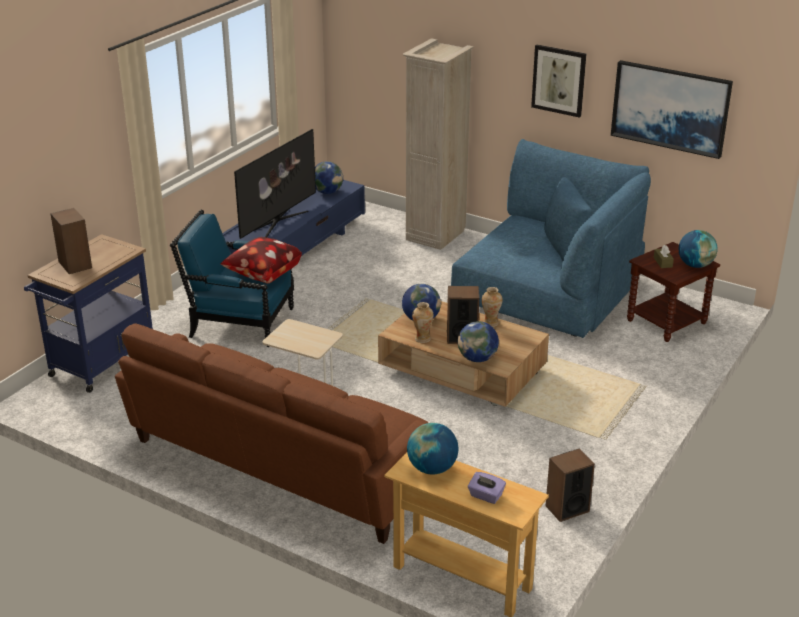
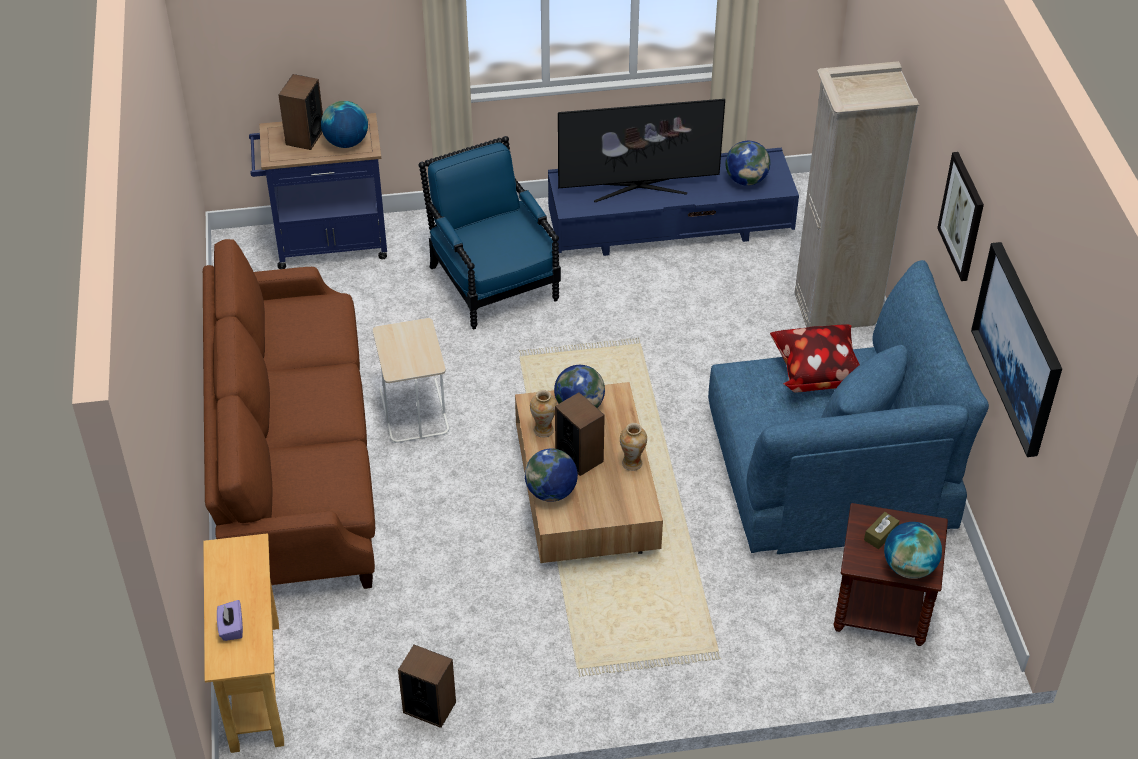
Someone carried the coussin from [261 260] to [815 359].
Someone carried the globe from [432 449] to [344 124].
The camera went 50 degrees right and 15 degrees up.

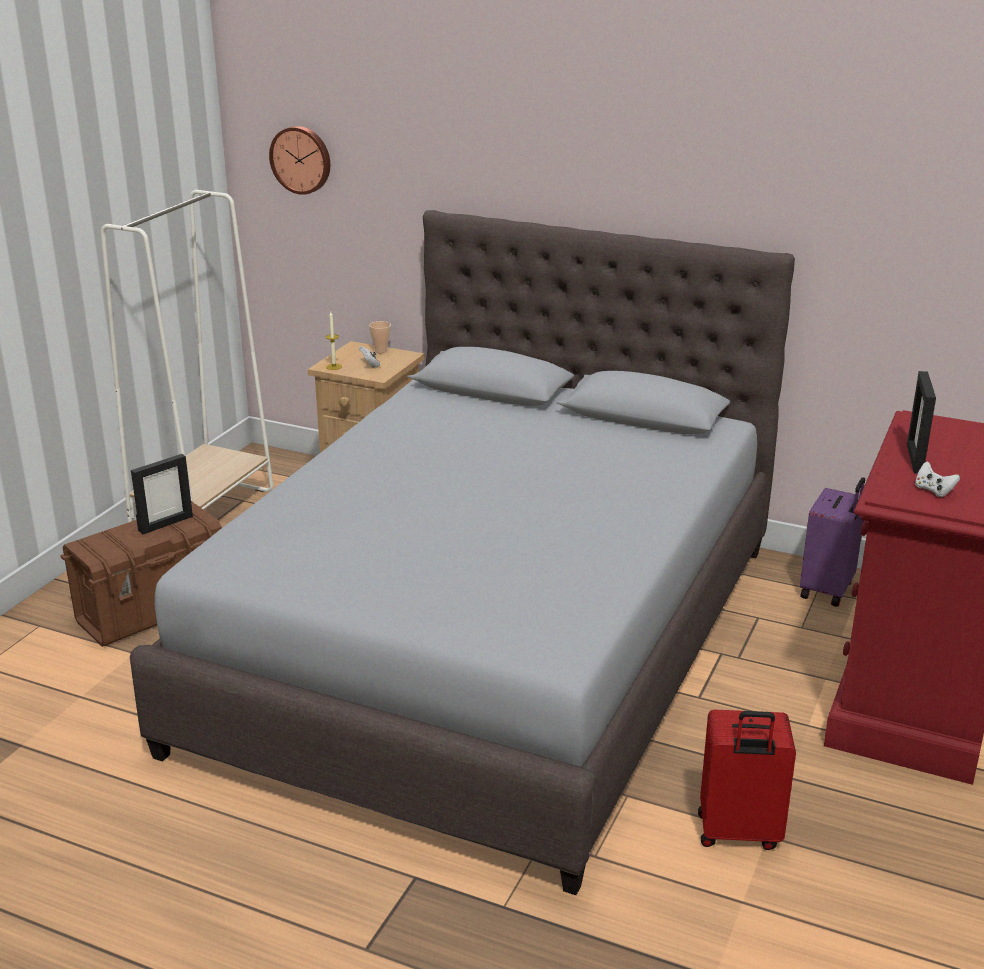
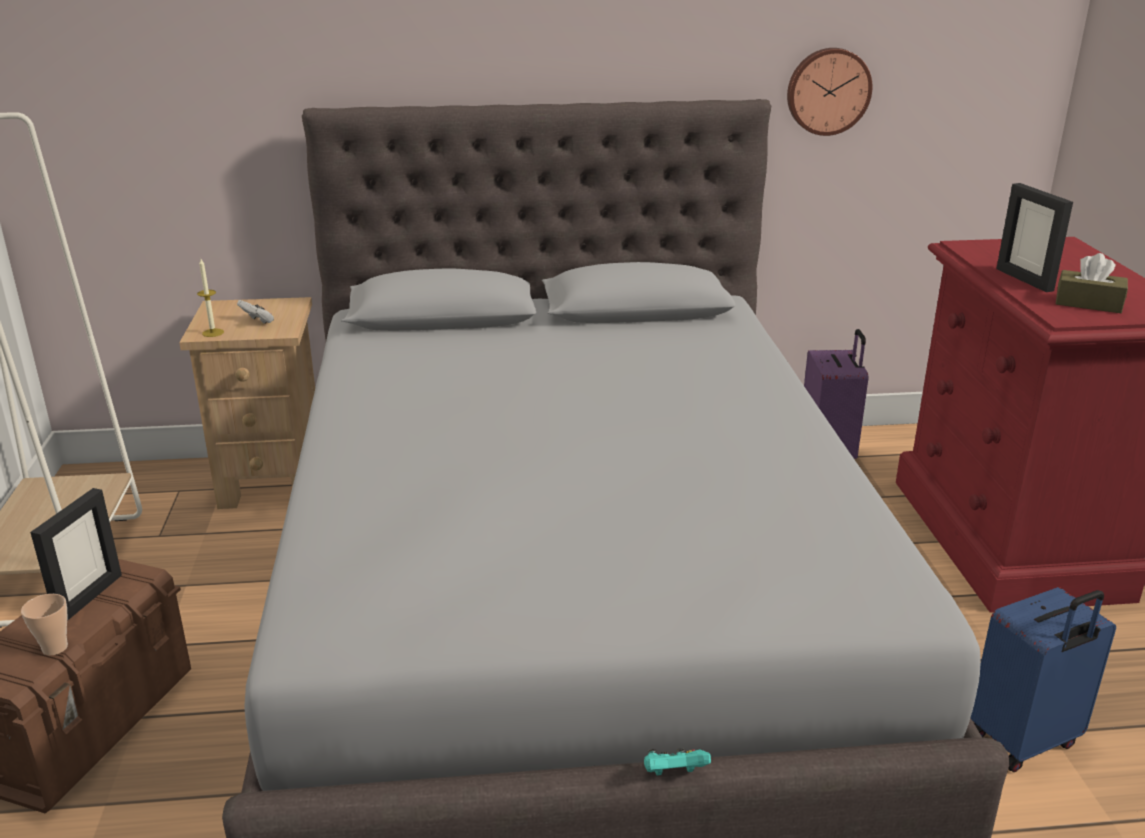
Someone put down the manette/turquoise at [677 762].
Someone carried the horloge murale from [299 160] to [829 92].
Someone carried the tasse from [380 337] to [44 624].
Someone swapped the manette/blanc at [937 479] for the boîte à mouchoirs/marron at [1092 283].
Someone repainted the valise/rouge at [747 780], which became the valise/bleu at [1043 679].
The camera went 30 degrees left and 0 degrees up.

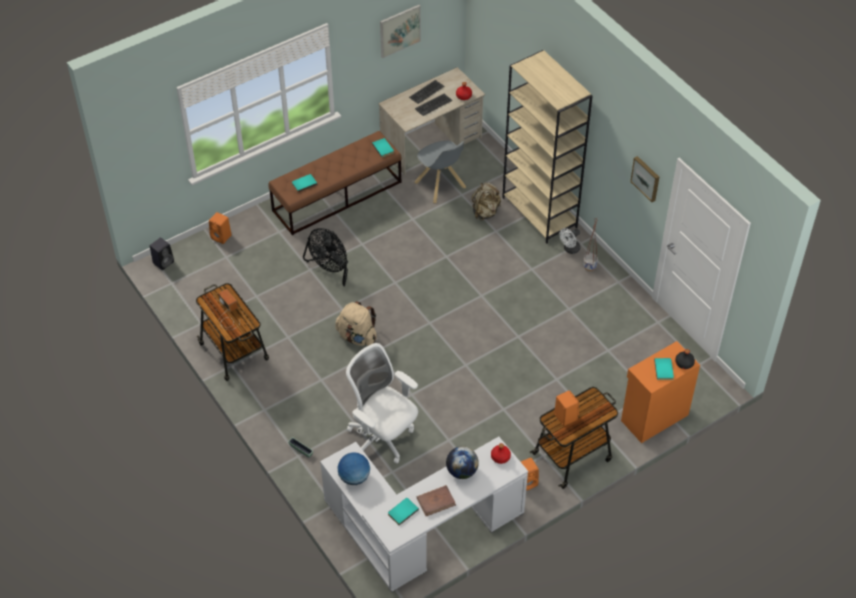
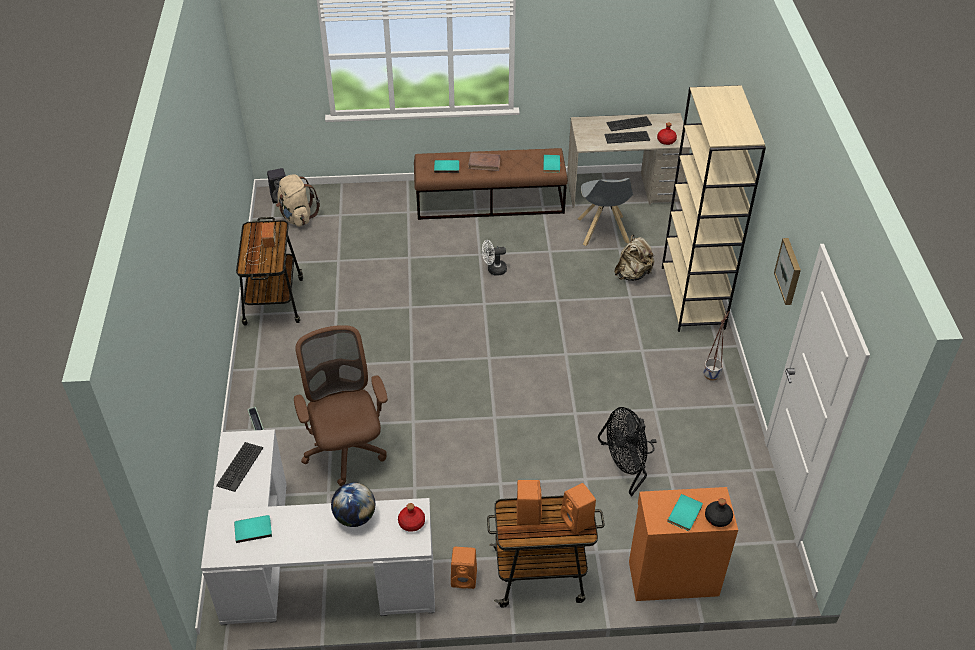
Someone took away the tableau at [400 31].
Someone carried the enceinte/orange from [220 228] to [578 508].
Someone carried the ventilateur/noir from [325 257] to [627 451].
Someone carried the sac à dos/beige from [356 323] to [298 200].
Someone carried the livre/marron from [436 500] to [484 162].
Someone carried the ventilateur/blanc from [570 241] to [494 258].
Someone swapped the globe at [353 468] for the clavier at [239 467].
Someone repainted the chaise de bureau/blanc at [382 403], which became the chaise de bureau/marron at [341 405].
The camera went 30 degrees right and 5 degrees down.

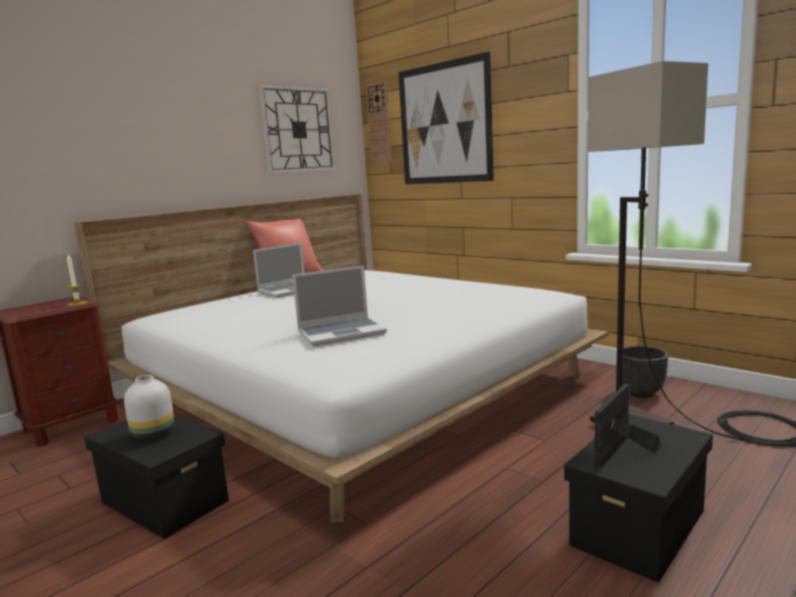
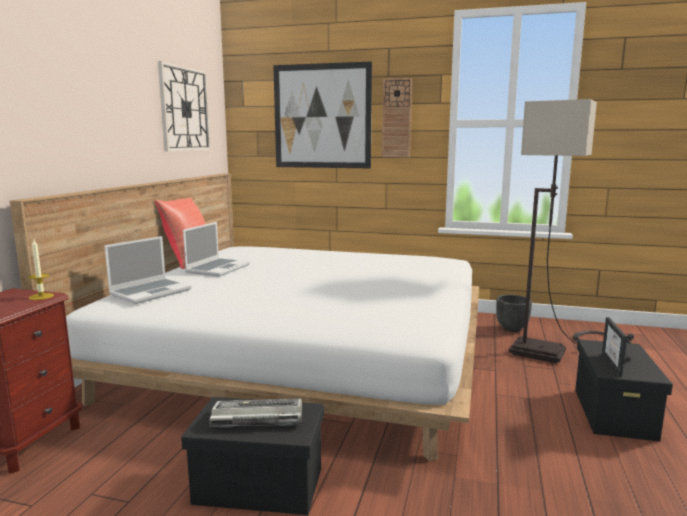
Someone carried the ordinateur portable from [339 306] to [147 270].
Someone carried the horloge murale from [379 122] to [397 117].
Someone swapped the vase/blanc at [149 407] for the clavier at [256 413].
The camera went 30 degrees left and 0 degrees up.

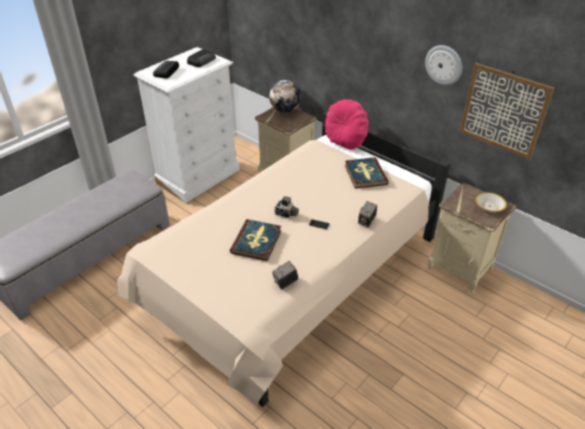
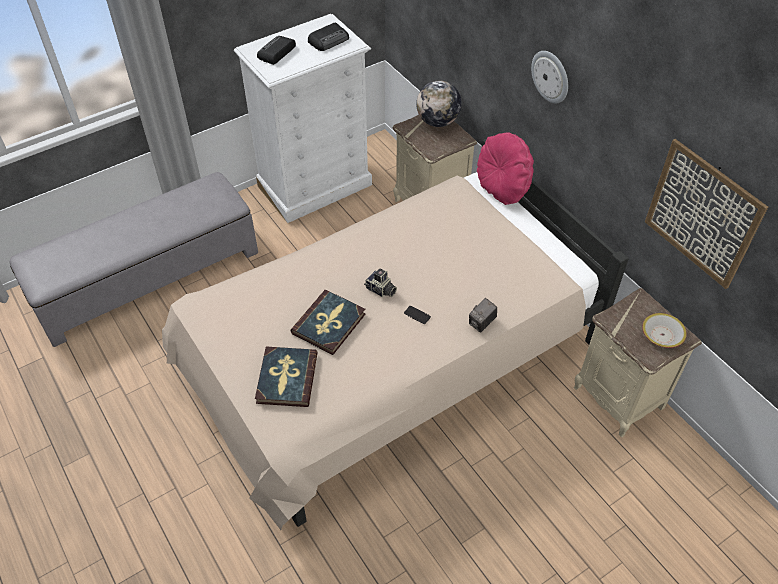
Someone took away the appareil photo at [285 275].
Someone carried the livre from [366 173] to [286 377].
Someone carried the horloge murale from [443 65] to [549 77].
The camera went 15 degrees right and 10 degrees up.

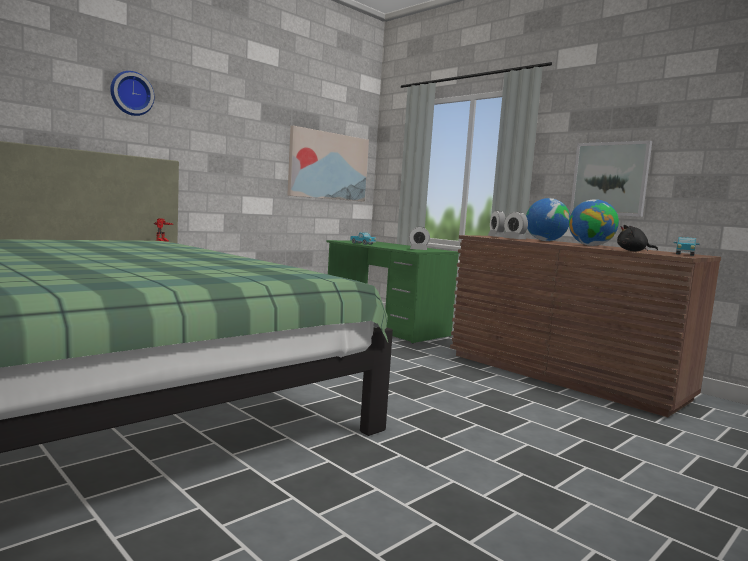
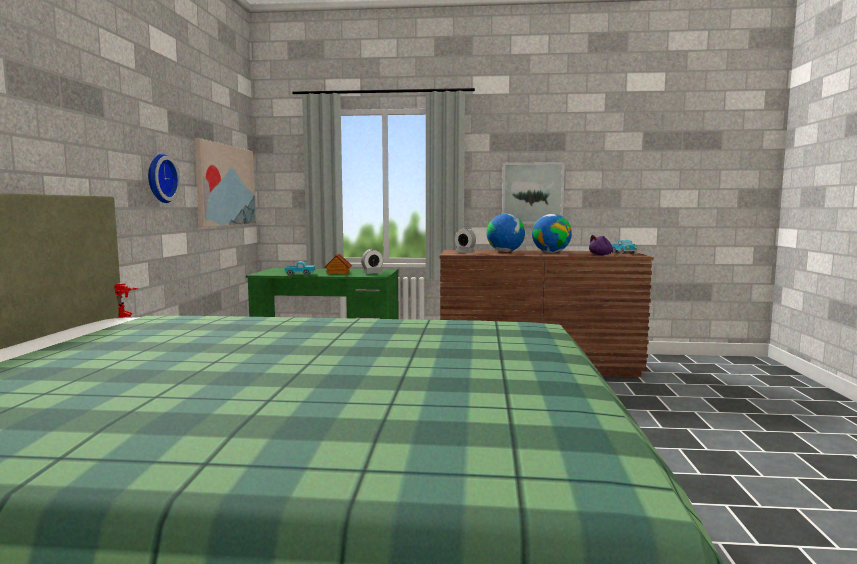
Someone took away the réveil at [515 225].
Someone put down the maison miniature at [338 264].
Someone carried the horloge murale from [132 93] to [164 178].
Someone repainted the peluche/noir at [637 238], which became the peluche/violet at [601 245].
The camera went 40 degrees left and 0 degrees up.

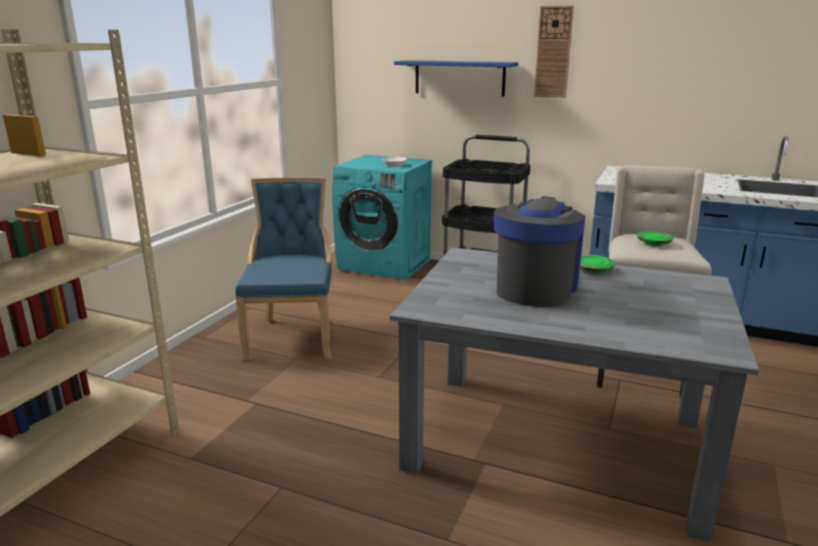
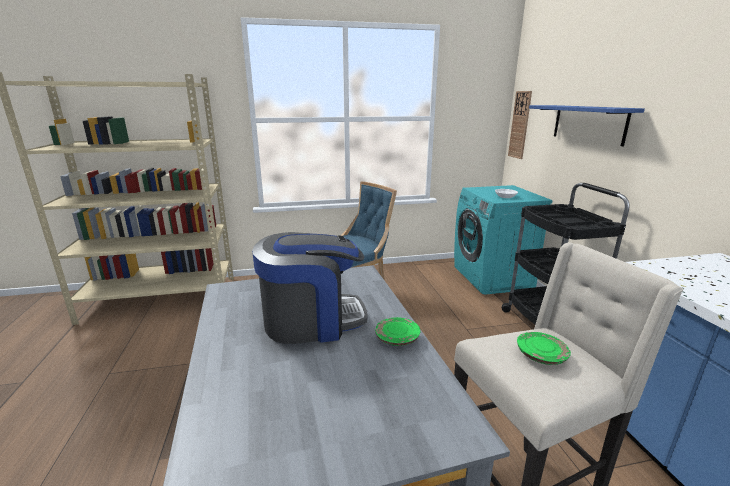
Someone carried the horloge murale from [554 52] to [520 125].
The camera went 55 degrees right and 0 degrees up.

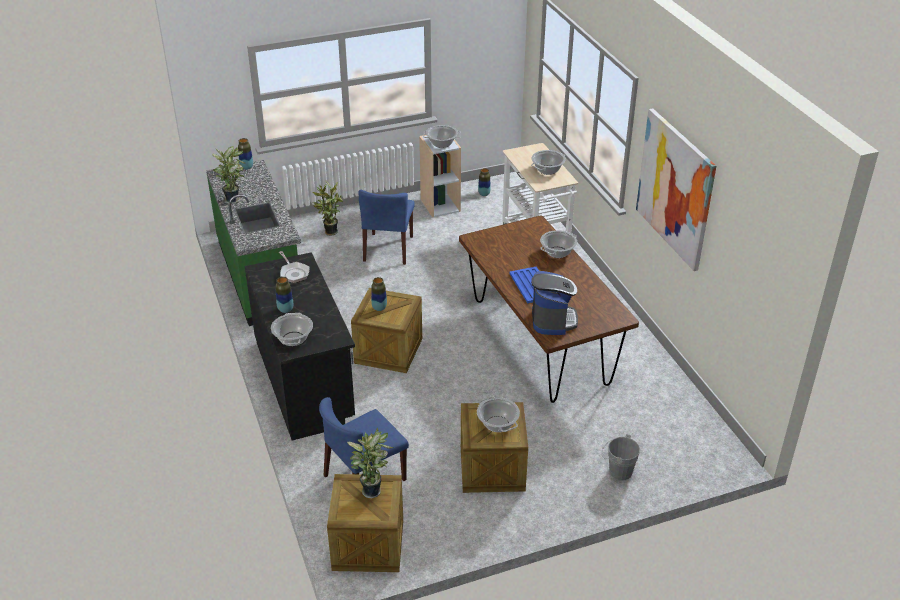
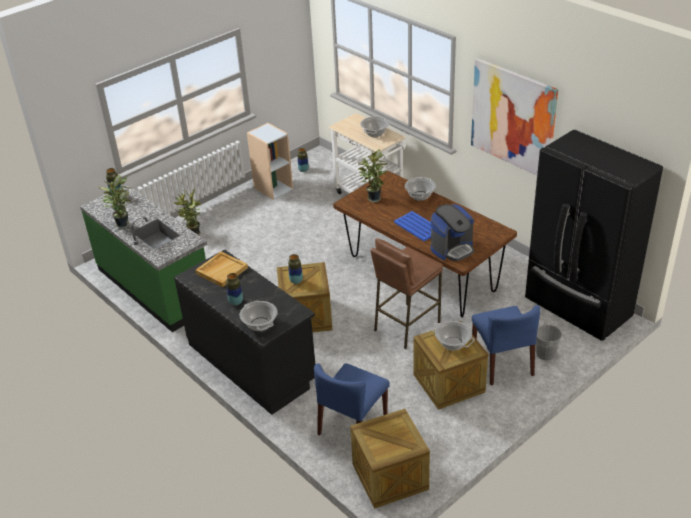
Someone took away the marmite at [442 136].
Someone put down the tabouret/marron at [406 293].
Someone put down the réfrigérateur/noir at [594 235].
Someone carried the plante en pot from [370 463] to [373 175].
Someone carried the chaise/bleu from [387 227] to [506 345].
Someone swapped the poêle at [294 267] for the plateau/beige at [221 269].
Someone rotated the machine à café at [554 303] by 75 degrees clockwise.
The camera went 20 degrees left and 0 degrees up.

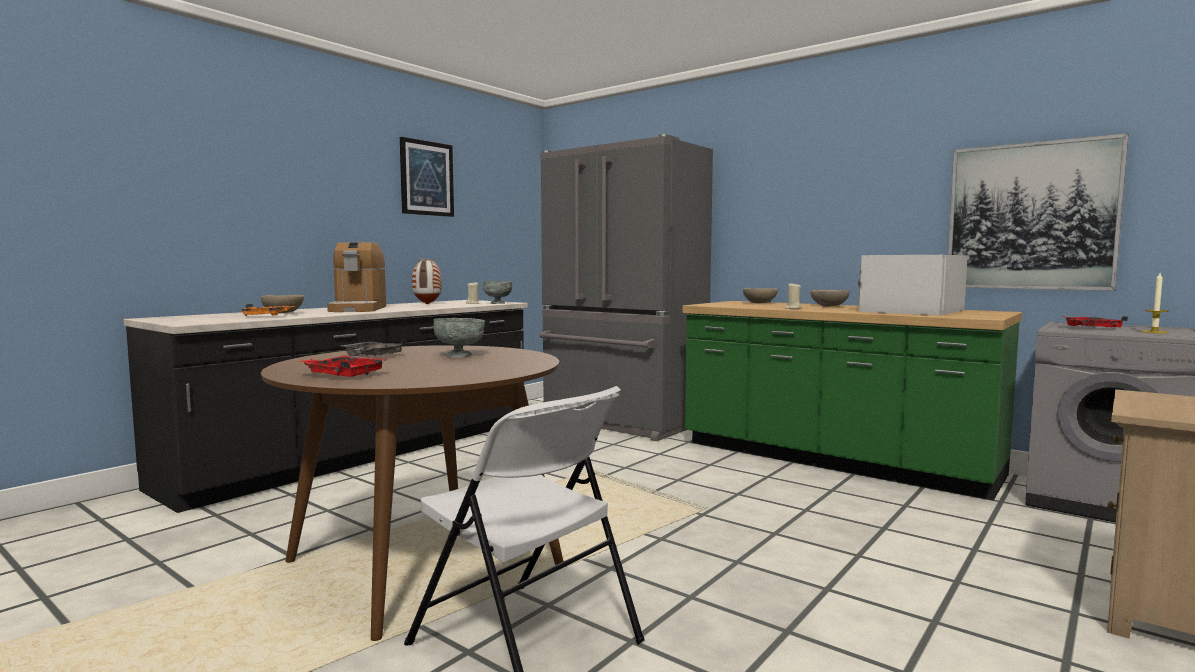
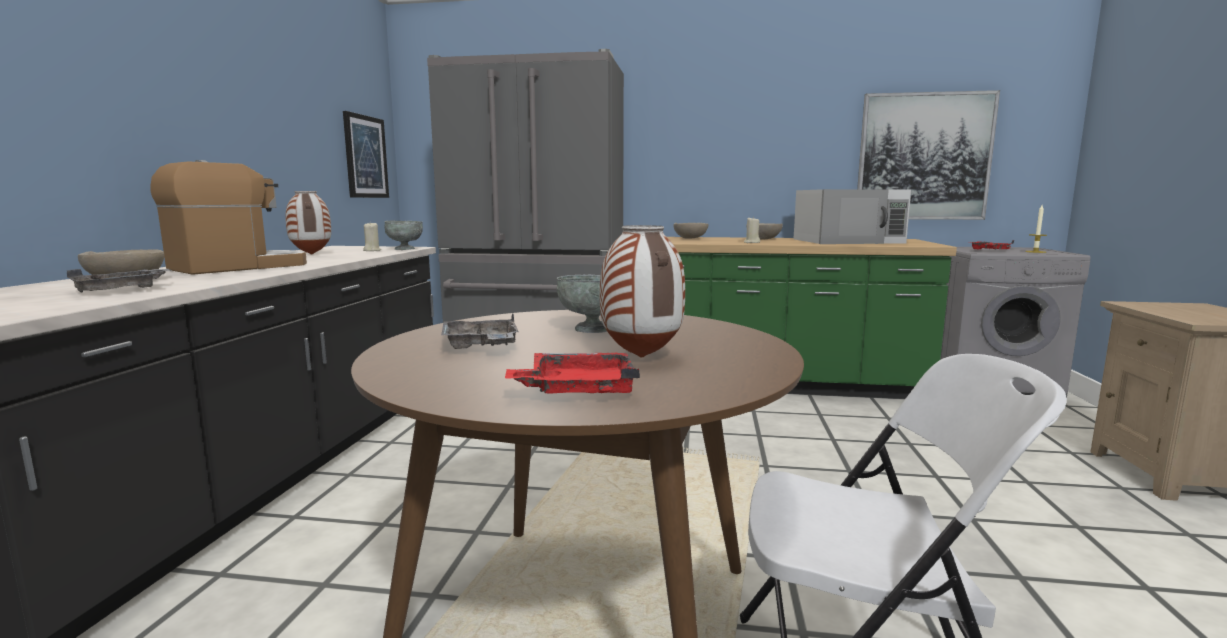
Someone put down the vase at [642 291].
Someone carried the tableau from [427 177] to [366 154].
Someone repainted the plateau/orange at [268 309], which became the plateau/gris at [119 281].
Someone rotated the machine à café at [356 276] by 105 degrees counterclockwise.
Someone rotated the micro-ondes/blanc at [912 285] by 105 degrees counterclockwise.
The camera went 30 degrees left and 5 degrees up.

